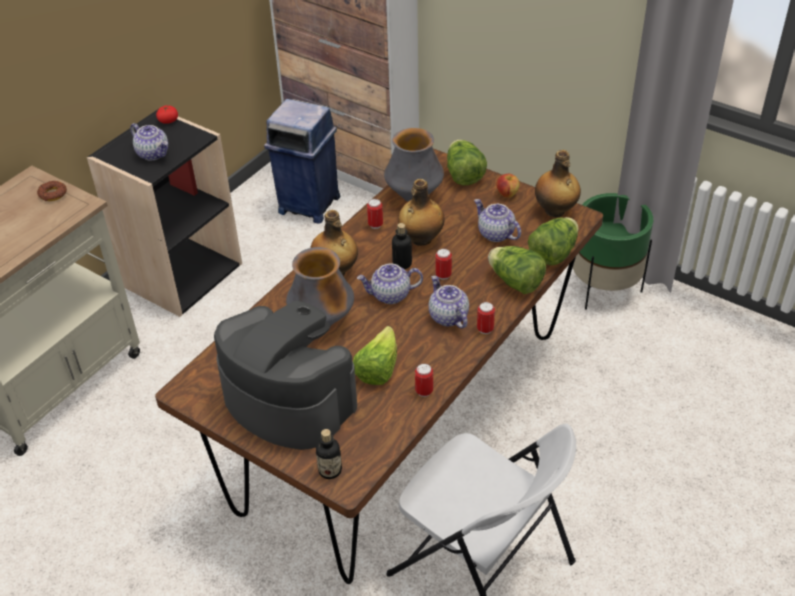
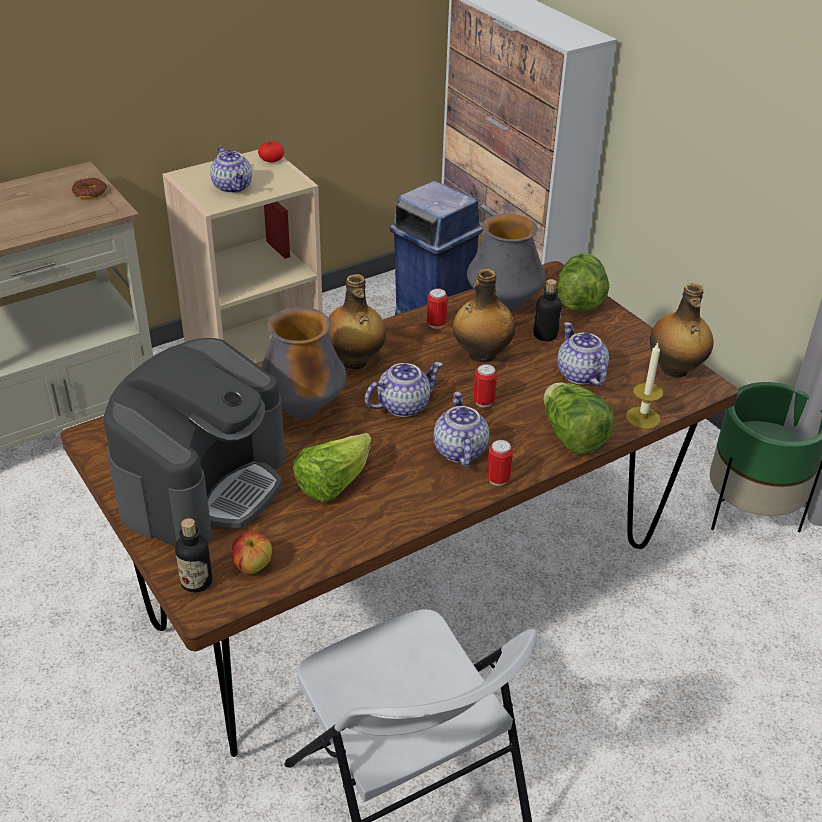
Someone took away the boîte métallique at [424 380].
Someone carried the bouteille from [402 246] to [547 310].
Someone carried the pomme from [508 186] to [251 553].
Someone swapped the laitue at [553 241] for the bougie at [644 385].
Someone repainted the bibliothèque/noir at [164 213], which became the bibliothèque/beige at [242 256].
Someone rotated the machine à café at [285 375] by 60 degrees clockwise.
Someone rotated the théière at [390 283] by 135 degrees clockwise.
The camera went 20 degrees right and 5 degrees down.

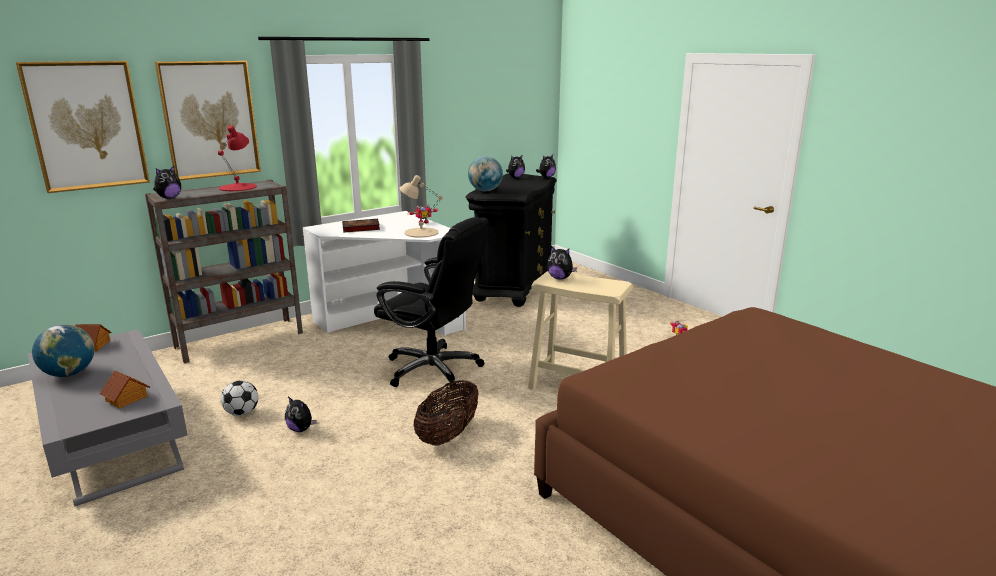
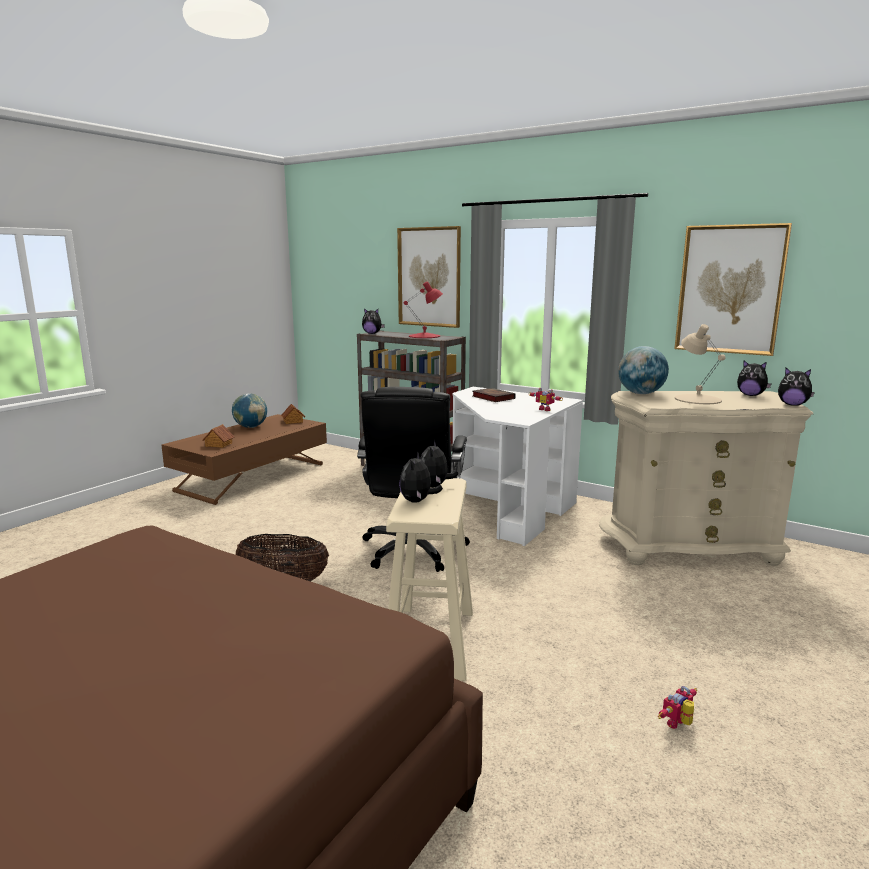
Someone took away the ballon de foot at [239 398].
Someone carried the tableau from [83 127] to [733 289].
Someone carried the peluche from [301 414] to [421 477].
Someone carried the lampe de table/beige from [421 206] to [700 364].
Someone repainted the table basse/gris at [107 418], which became the table basse/marron at [244 459].
Someone repainted the commode/noir at [511 240], which became the commode/beige at [706 478].
The camera went 70 degrees right and 5 degrees down.

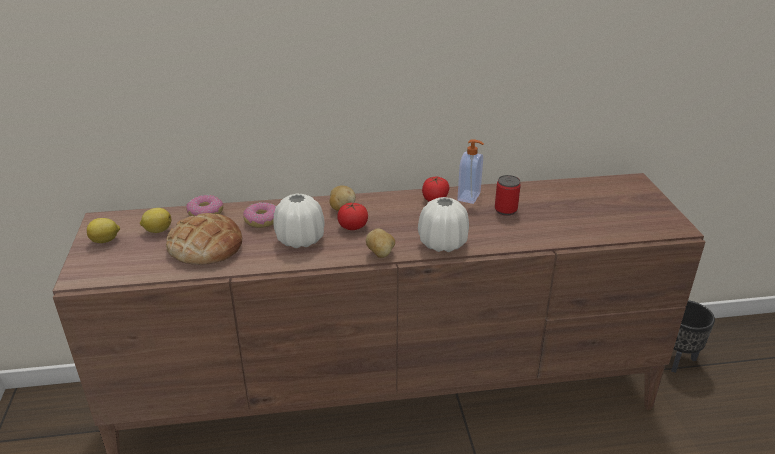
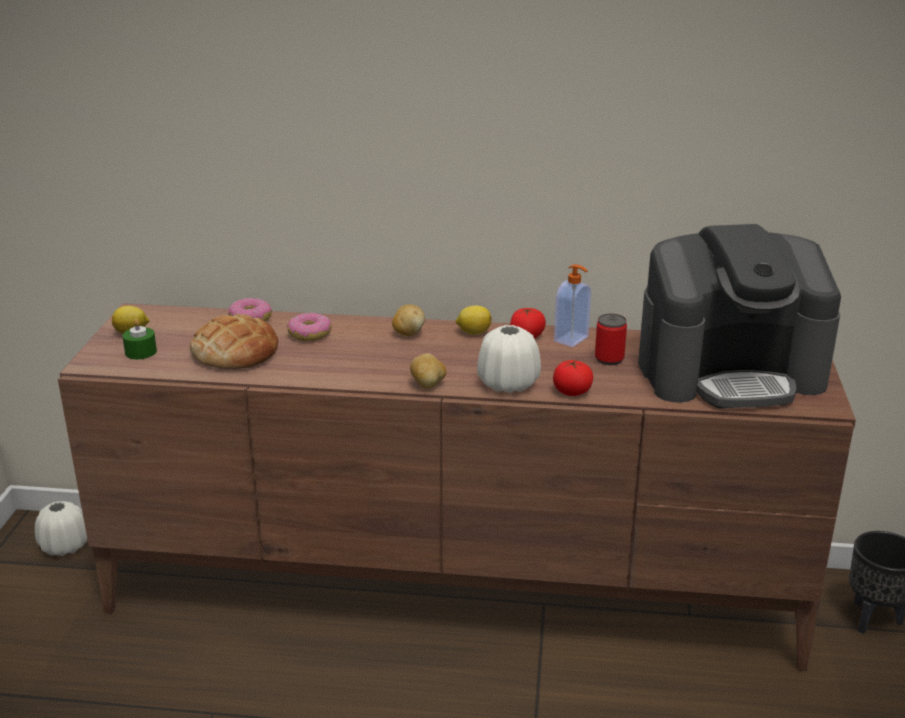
Someone put down the bougie/vert at [139 339].
Someone put down the machine à café at [739 316].
Someone carried the citron from [155 220] to [474 320].
Someone carried the vase/blanc from [299 221] to [61 528].
Someone carried the tomate from [353 216] to [573 378].
The camera went 15 degrees right and 5 degrees down.

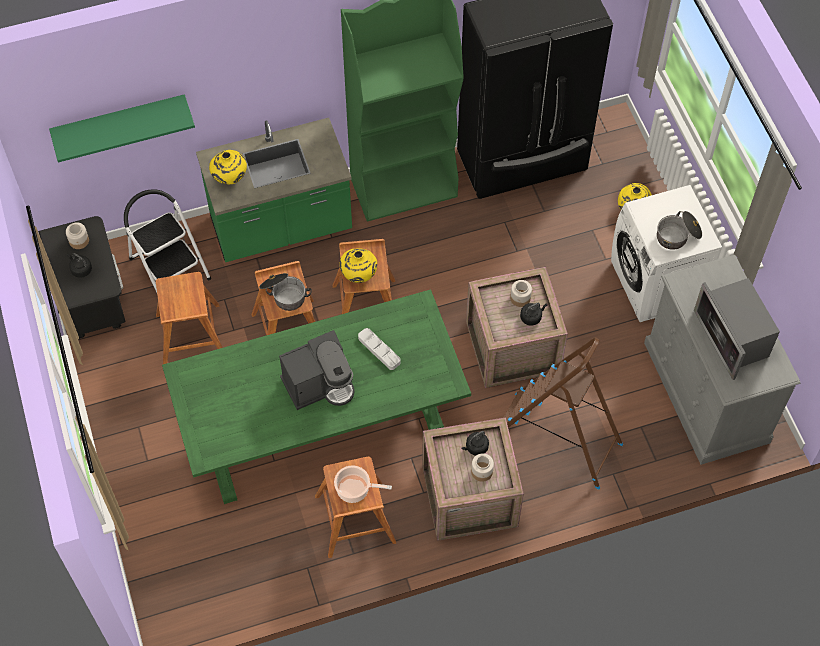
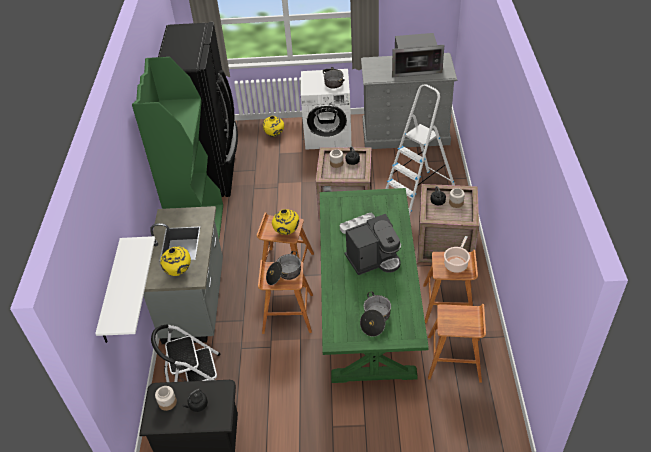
Someone put down the marmite at [375 314].
Someone carried the tabouret/marron from [189 318] to [457 343].
Someone repainted the étagère/vert at [122 128], which became the étagère/blanc at [125 289].
Someone repainted the comptoir de cuisine/vert at [274 190], which became the comptoir de cuisine/gris at [183 275].
Someone repainted the escabeau/marron at [563 413], which became the escabeau/blanc at [420 149].
Someone rotated the machine à café at [317 370] by 75 degrees clockwise.
The camera went 70 degrees left and 15 degrees down.

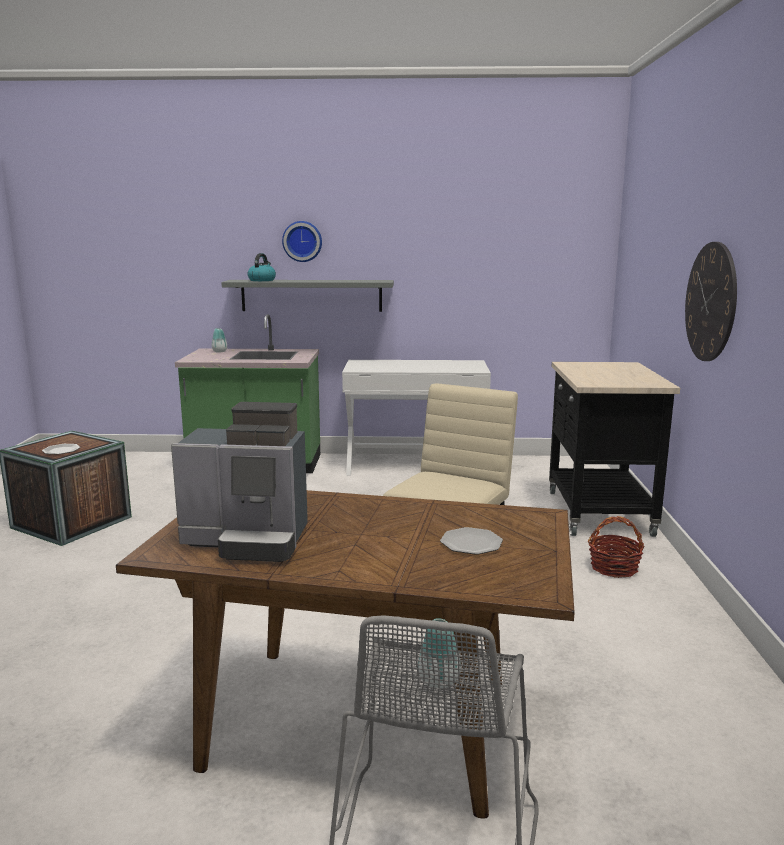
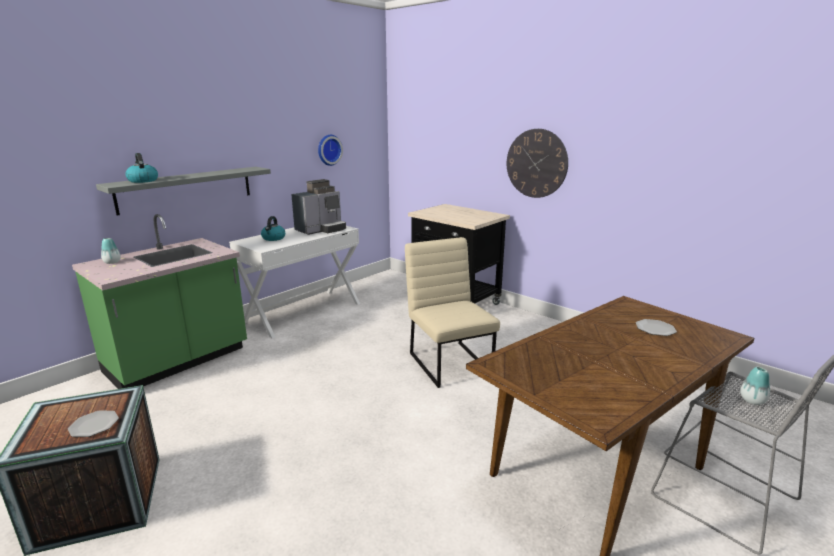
Someone took away the panier at [616 547].
Someone put down the bouilloire at [273 228].
Someone carried the machine à café from [239 482] to [318 207].
Someone carried the horloge murale from [302 241] to [330 150].
The camera went 50 degrees left and 5 degrees up.

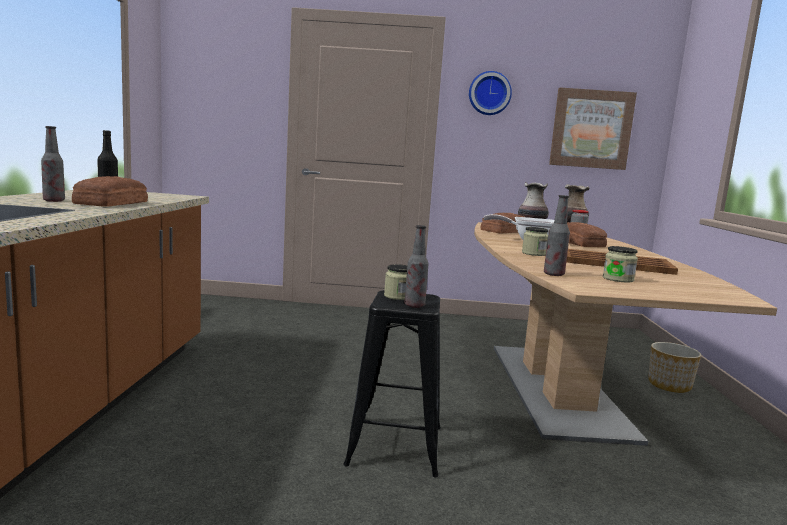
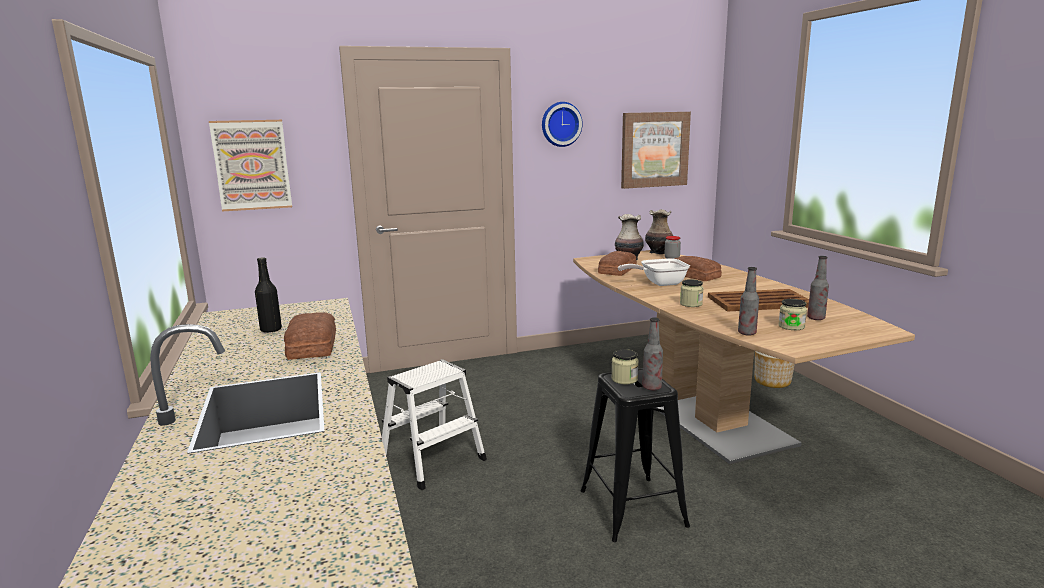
Someone put up the tableau at [250 166].
Someone put down the escabeau/blanc at [434 424].
Someone carried the bouteille from [53 164] to [818 288].
The camera went 20 degrees left and 5 degrees up.

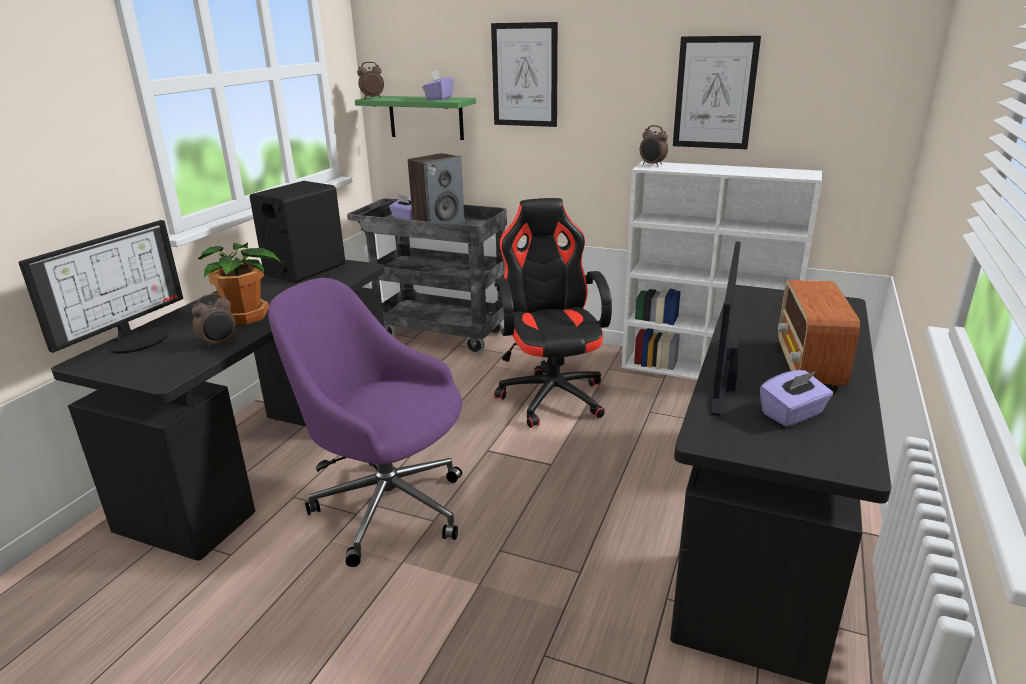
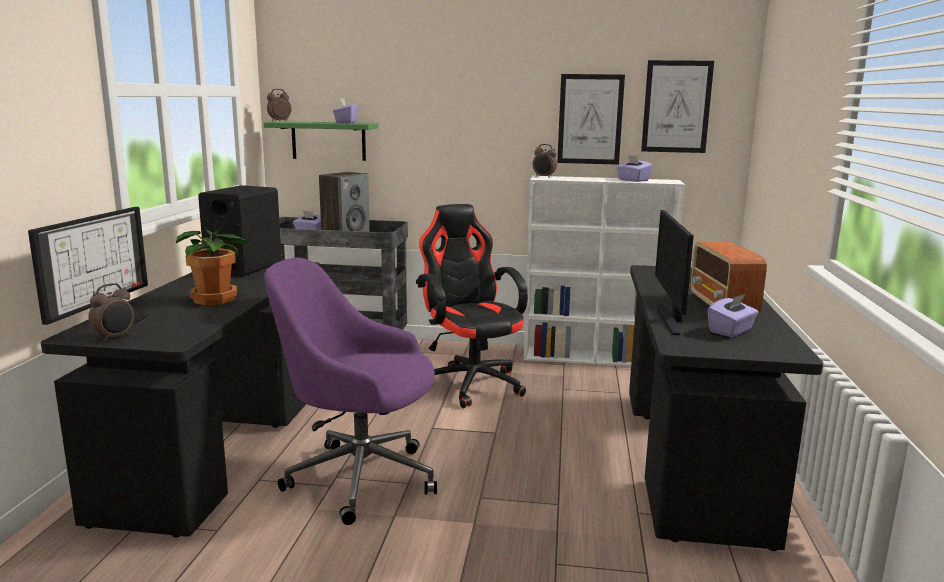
Someone put down the boîte à mouchoirs/violet at [634 168].
Someone carried the réveil from [214 320] to [111 312].
Someone carried the tableau from [524 74] to [677 106].
The camera went 15 degrees left and 10 degrees down.

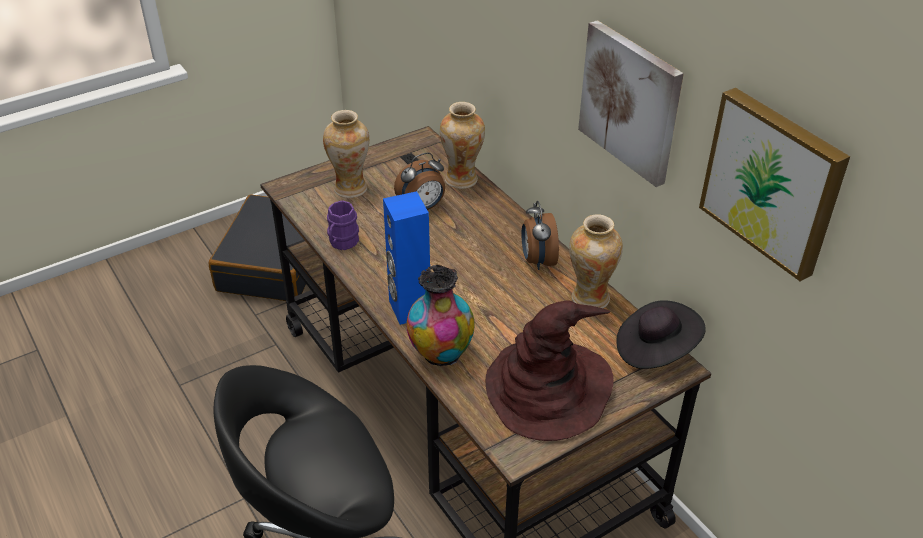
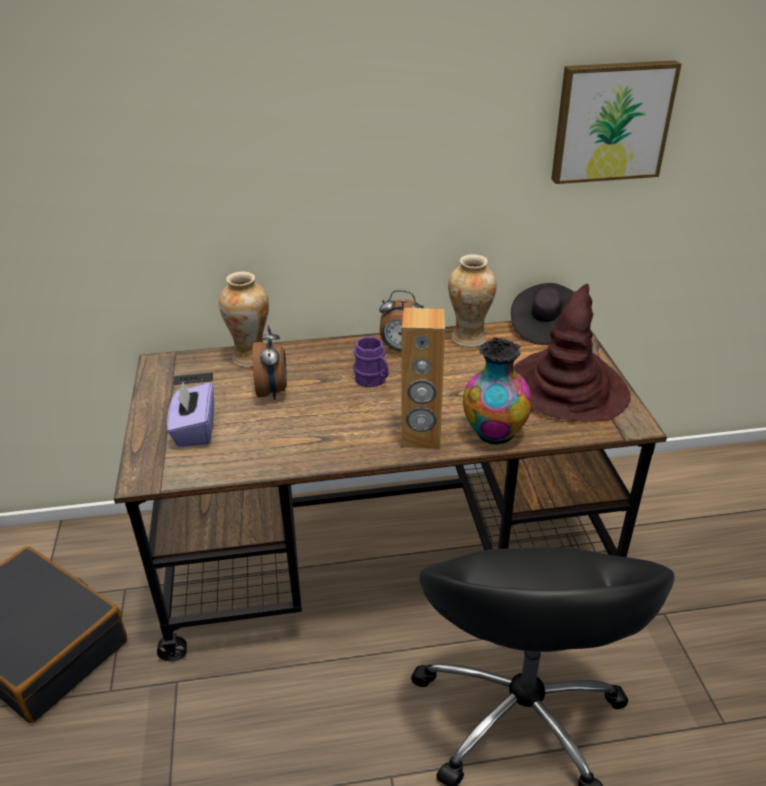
Someone took away the tableau at [631 103].
Someone carried the mug/violet from [343 225] to [371 362].
Someone swapped the vase at [346 154] for the boîte à mouchoirs/violet at [190 414].
Someone repainted the enceinte/bleu at [406 258], which became the enceinte/marron at [423 378].
The camera went 65 degrees left and 5 degrees down.

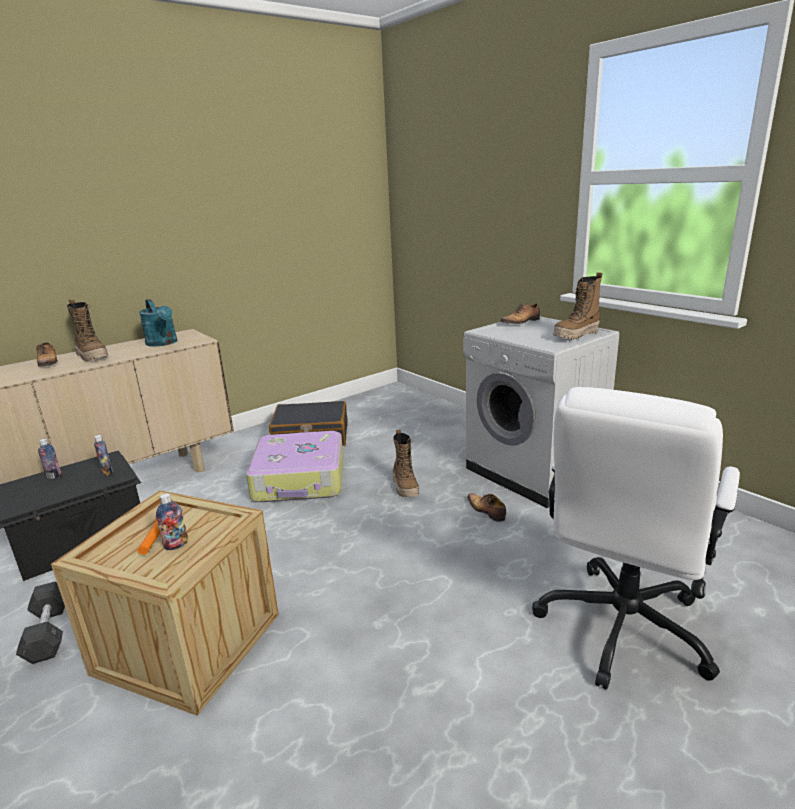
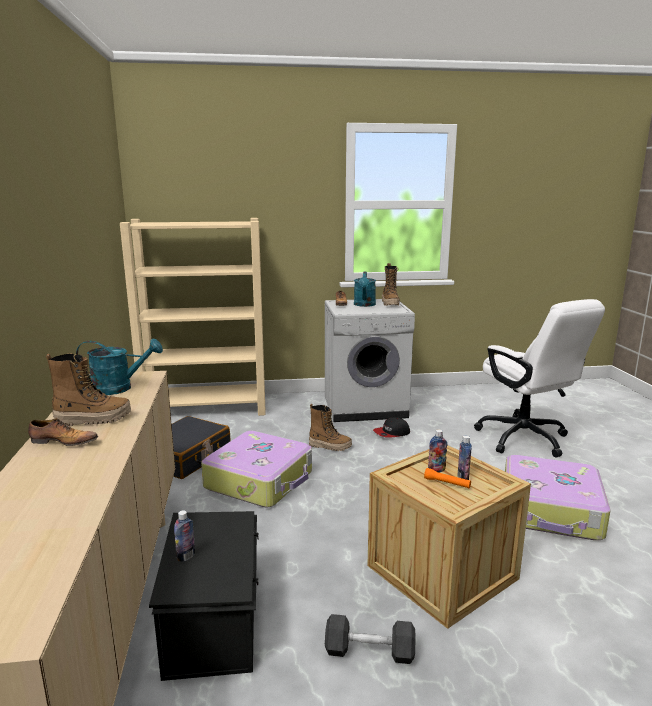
Someone put down the bibliothèque/beige at [193 317].
Someone put down the arrosoir/turquoise at [365 289].
Someone put down the valise at [558 497].
Someone carried the bouteille from [103 455] to [437 450].
Someone swapped the chaussure at [486 507] for the casquette at [391 427].
The camera went 60 degrees left and 5 degrees down.

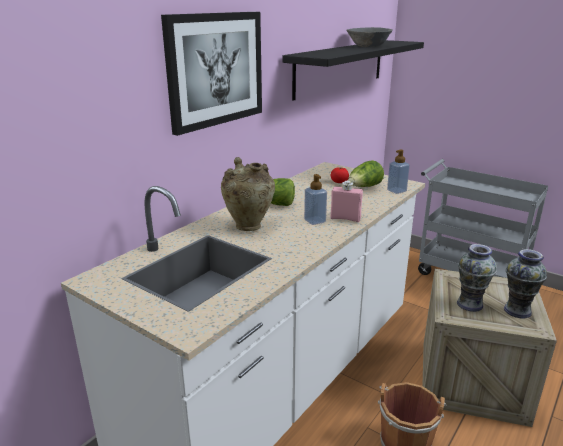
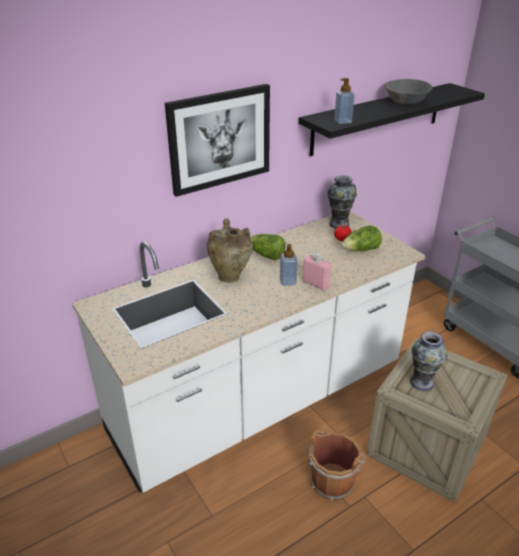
Someone carried the distributeur de savon from [398 172] to [344 101].
Someone carried the vase from [525 283] to [342 202].
The camera went 20 degrees right and 10 degrees up.

